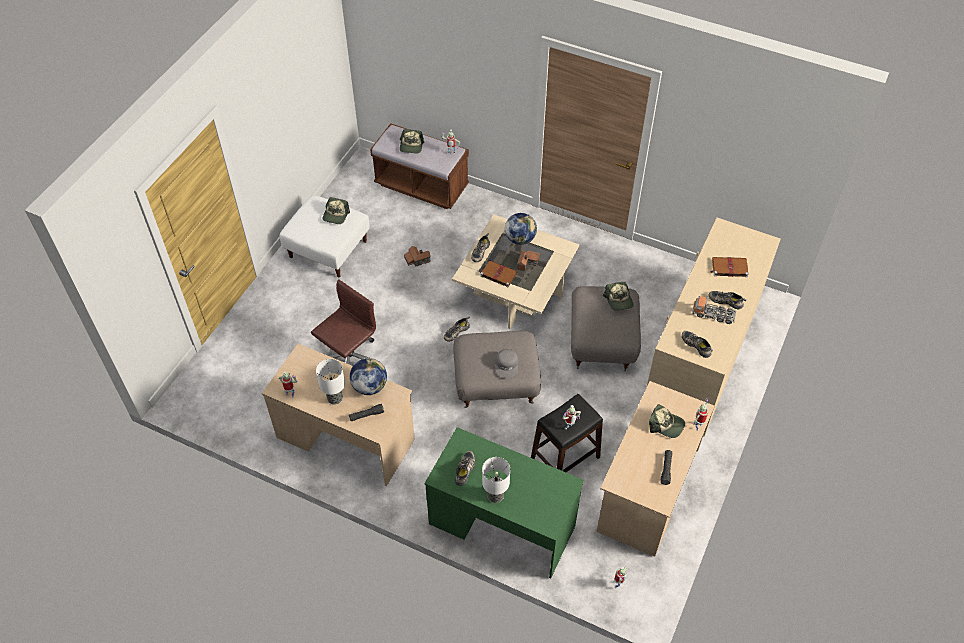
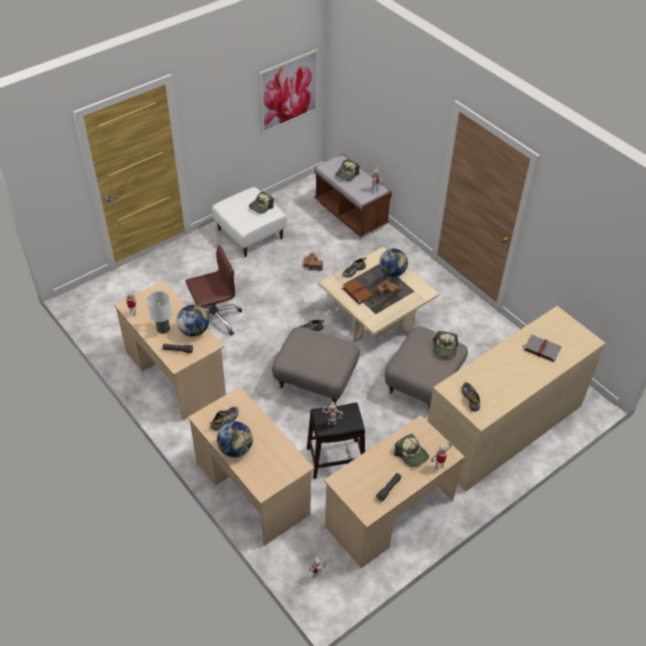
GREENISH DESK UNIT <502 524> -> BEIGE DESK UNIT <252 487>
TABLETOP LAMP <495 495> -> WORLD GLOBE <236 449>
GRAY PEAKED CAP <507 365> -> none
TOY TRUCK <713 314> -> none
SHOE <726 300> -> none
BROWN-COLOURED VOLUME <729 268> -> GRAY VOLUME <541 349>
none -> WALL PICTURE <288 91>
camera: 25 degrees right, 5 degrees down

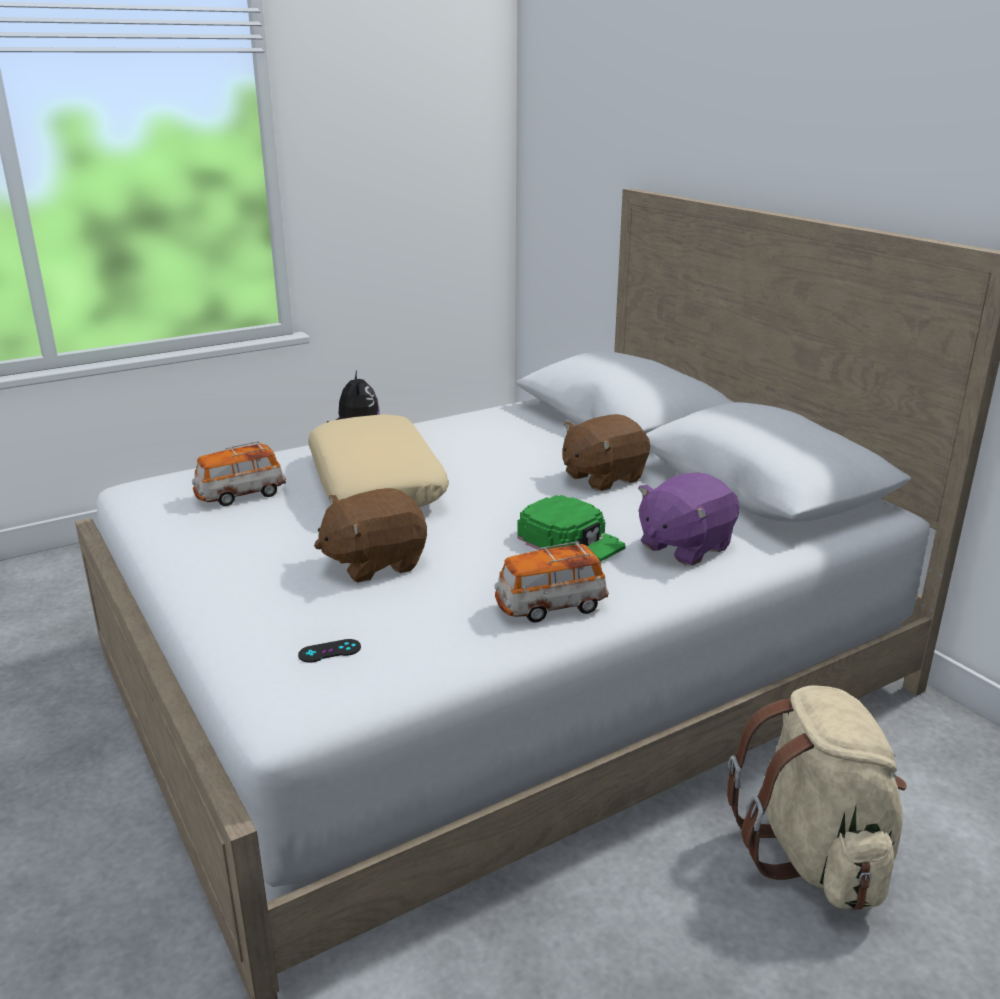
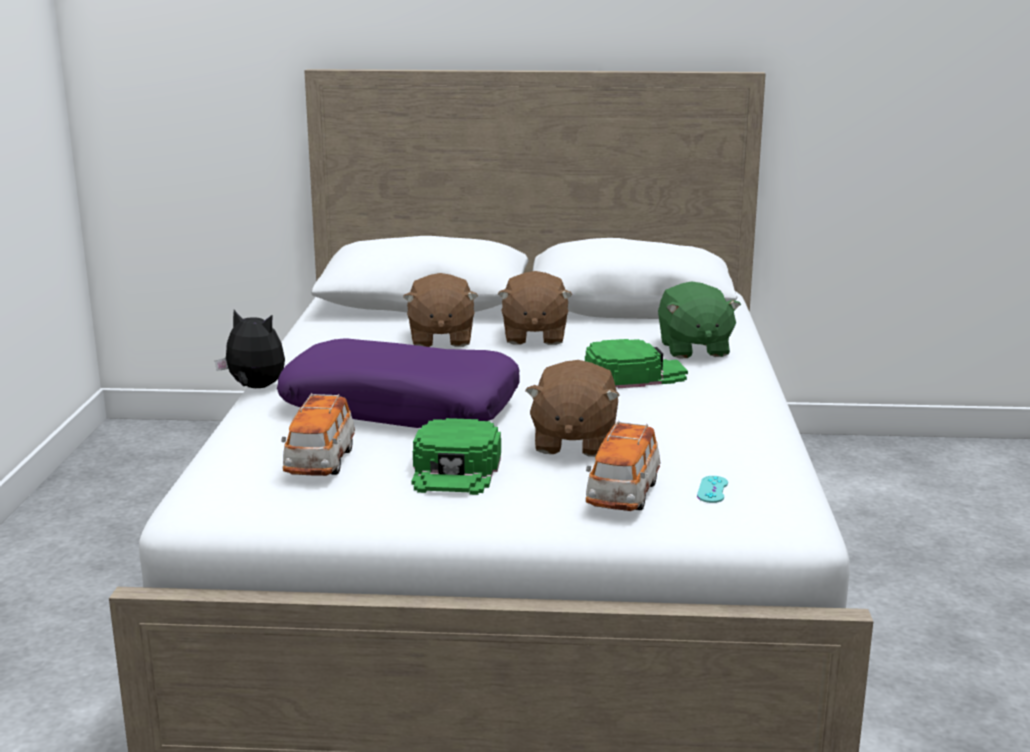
BLACKISH GAME CONTROLLER <329 651> -> TURQUOISE GAME CONTROLLER <712 489>
BEIGE PILLOW <377 484> -> PURPLE PILLOW <402 406>
MODEL CAR <550 607> -> MODEL CAR <623 496>, relocated
PURPLE PLUSH TOY <684 546> -> GREENISH PLUSH TOY <693 349>
BEIGE KNAPSACK <814 854> -> none
none -> BROWN-COLOURED PLUSH TOY <440 339>
none -> GREENISH PEAKED CAP <456 469>
camera: 55 degrees left, 5 degrees down

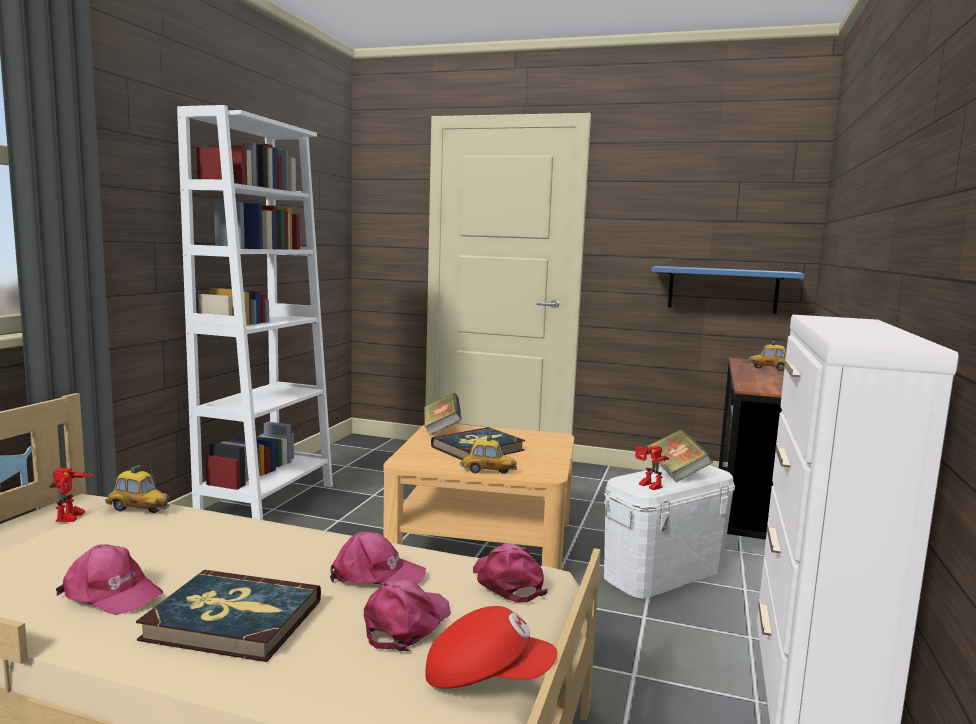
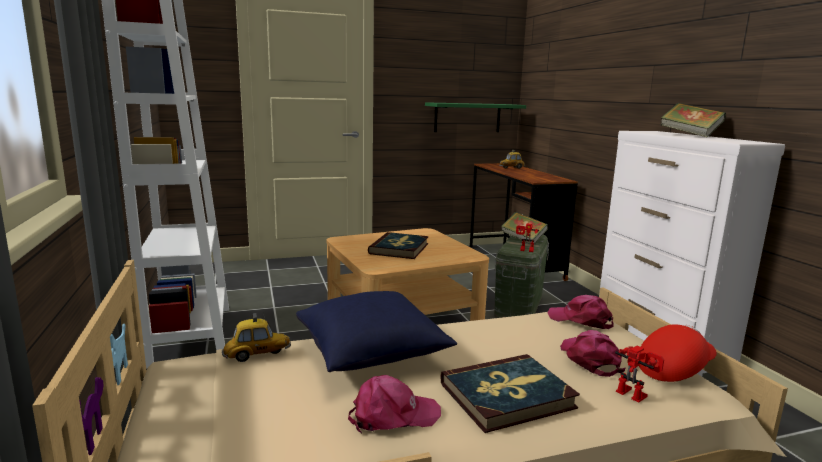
TOY ROBOT <73 518> -> TOY ROBOT <635 393>, relocated
PINKISH PEAKED CAP <376 575> -> none
VOLUME <441 429> -> VOLUME <689 135>, relocated
MODEL CAR <488 471> -> none
WHITE STORAGE BOX <663 573> -> GREENISH STORAGE BOX <519 305>
BLUISH WALL SHELF <722 289> -> GREENISH WALL SHELF <467 117>
none -> BLUISH PILLOW <372 353>
camera: 35 degrees left, 5 degrees up

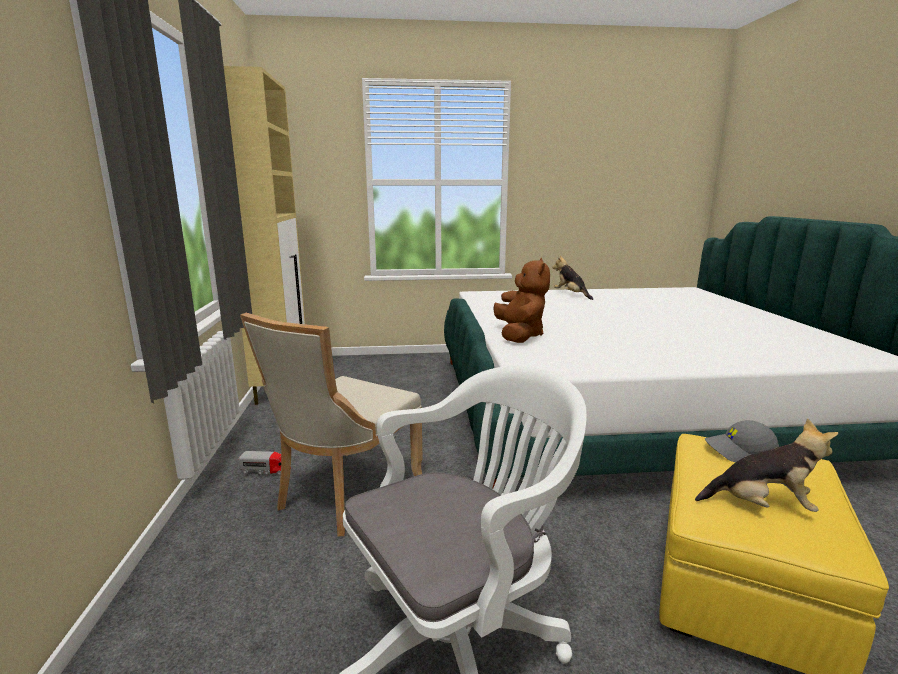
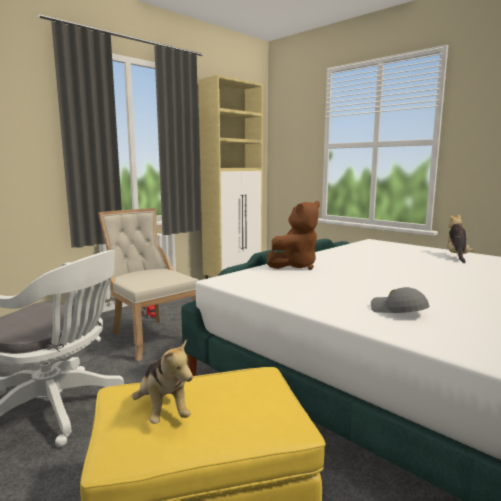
BEIGE UPRIGHT CHAIR <344 494> -> BEIGE UPRIGHT CHAIR <151 336>, 60 degrees clockwise
GRAY PEAKED CAP <739 450> -> GRAY PEAKED CAP <397 311>, relocated
camera: 50 degrees right, 5 degrees down

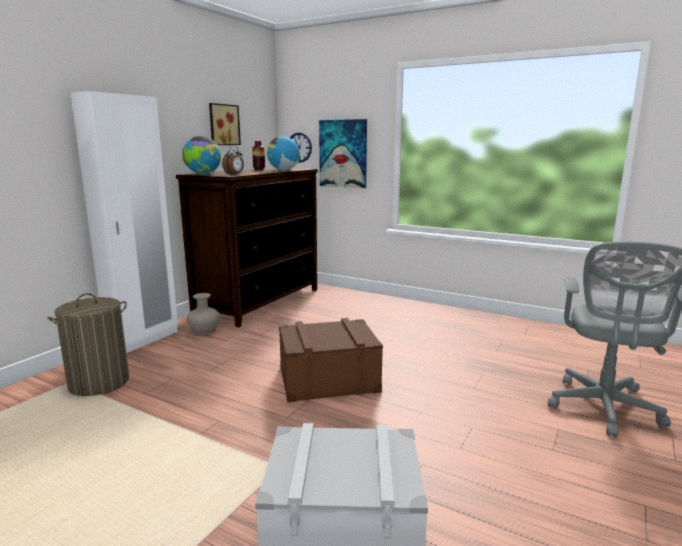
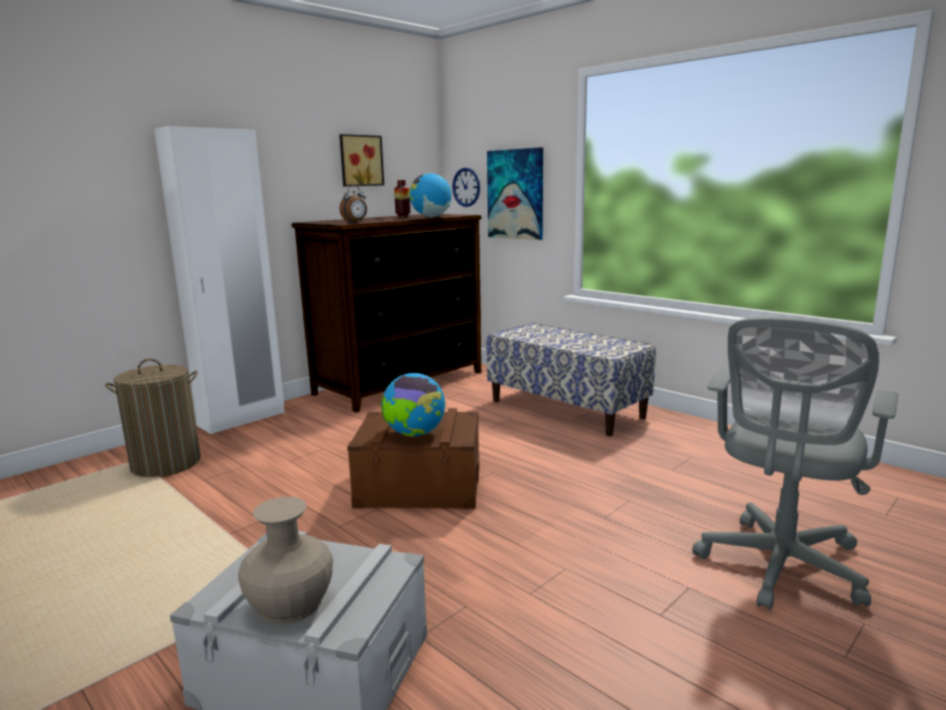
WORLD GLOBE <203 174> -> WORLD GLOBE <414 434>, relocated
BEIGE VASE <204 330> -> BEIGE VASE <290 603>, relocated
none -> BENCH <566 409>
camera: 15 degrees right, 0 degrees up

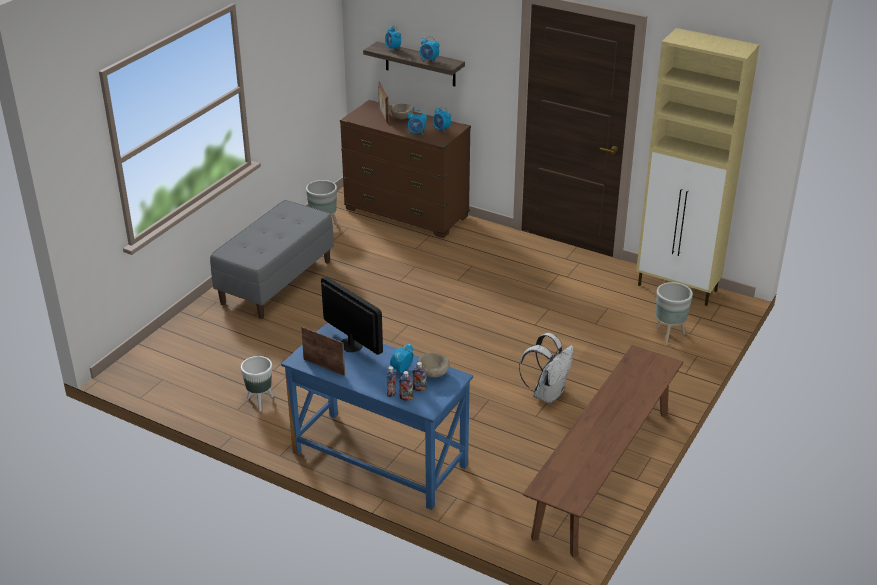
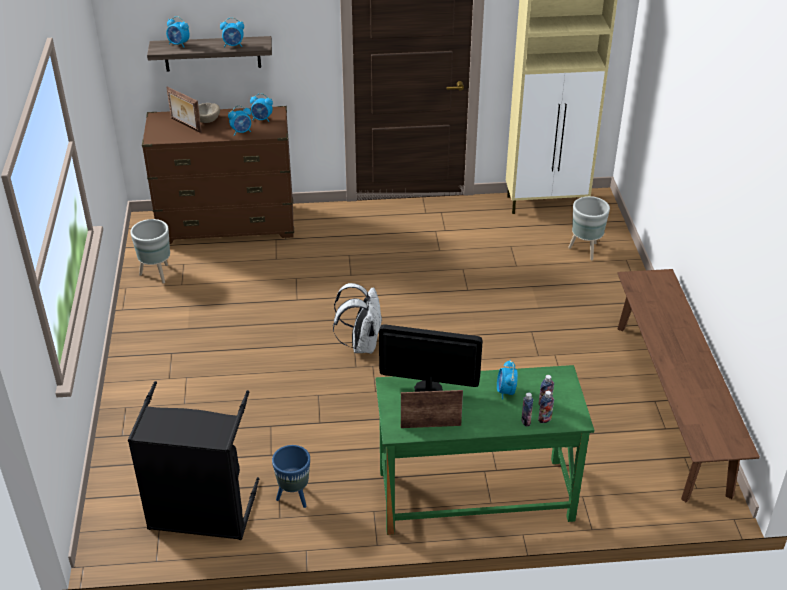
GRAY BENCH <276 281> -> none
WHITE PLANT POT <260 402> -> BLUISH PLANT POT <294 497>
BLUISH DESK UNIT <379 459> -> GREENISH DESK UNIT <475 496>
BEIGE DEEP DISH <433 374> -> none
WHITE KNAPSACK <547 393> -> WHITE KNAPSACK <361 344>, relocated
none -> BLACKISH HAMPER <201 514>
camera: 35 degrees left, 5 degrees up

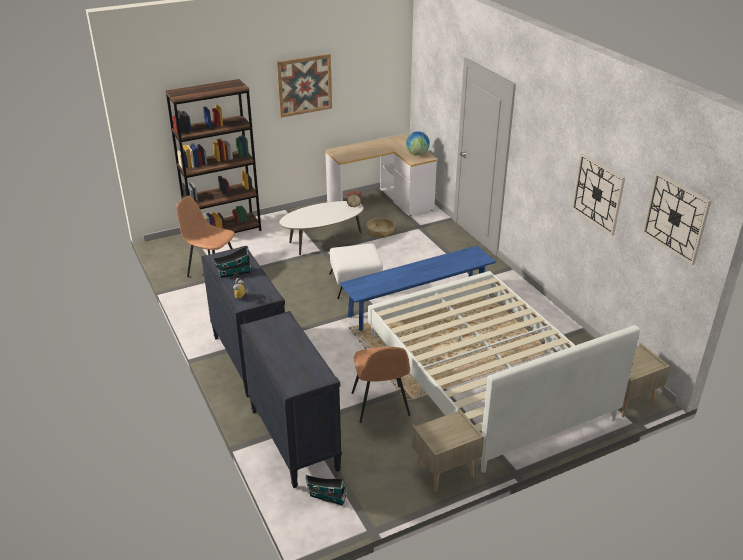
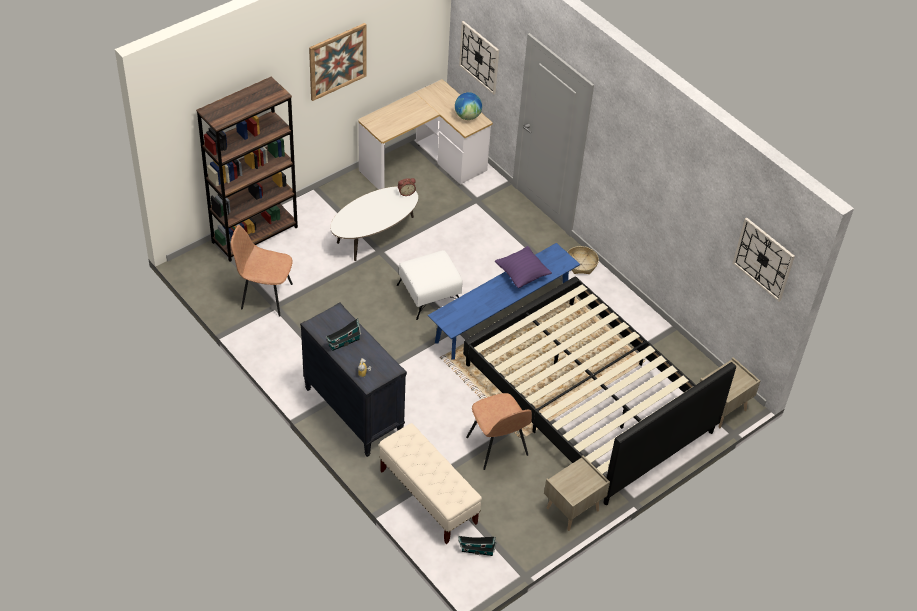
BLACKISH DRAWER CHEST <293 439> -> BEIGE BENCH <428 497>
BASKET <380 231> -> BASKET <581 264>, relocated
WHITE SLEEPING BED <484 375> -> BLACKISH SLEEPING BED <587 399>
WALL CLOCK <598 193> -> WALL CLOCK <479 57>, relocated
none -> PURPLE PILLOW <522 275>
camera: 15 degrees left, 15 degrees up

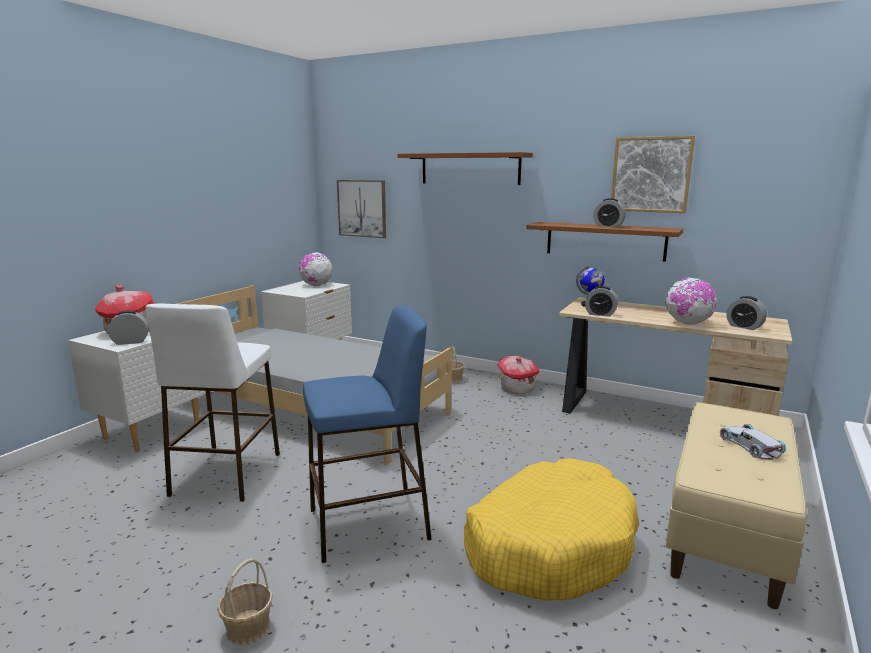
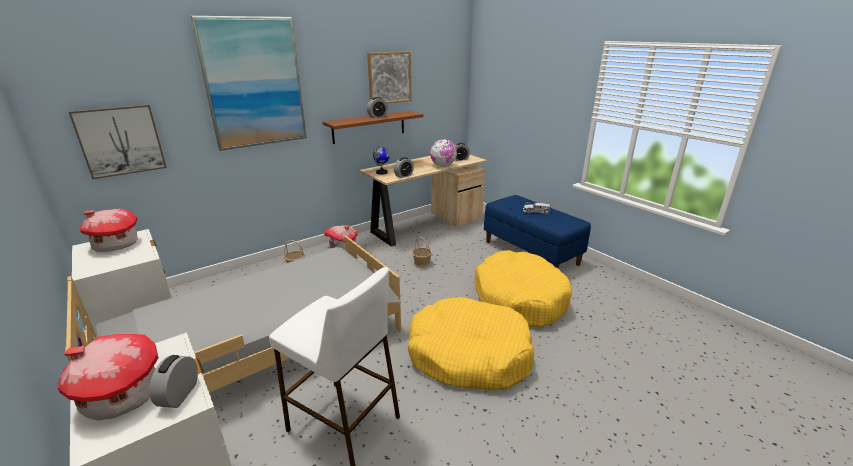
BASKET <247 628> -> BASKET <422 263>, relocated
WORLD GLOBE <316 285> -> TOY HOUSE <115 245>
BLUISH SITTING STOOL <369 524> -> YELLOW-COLOURED DOG CUSHION <469 355>
BROWN-COLOURED WALL SHELF <470 168> -> WALL PICTURE <254 83>
BEIGE BENCH <727 532> -> BLUISH BENCH <531 252>
camera: 65 degrees left, 10 degrees up

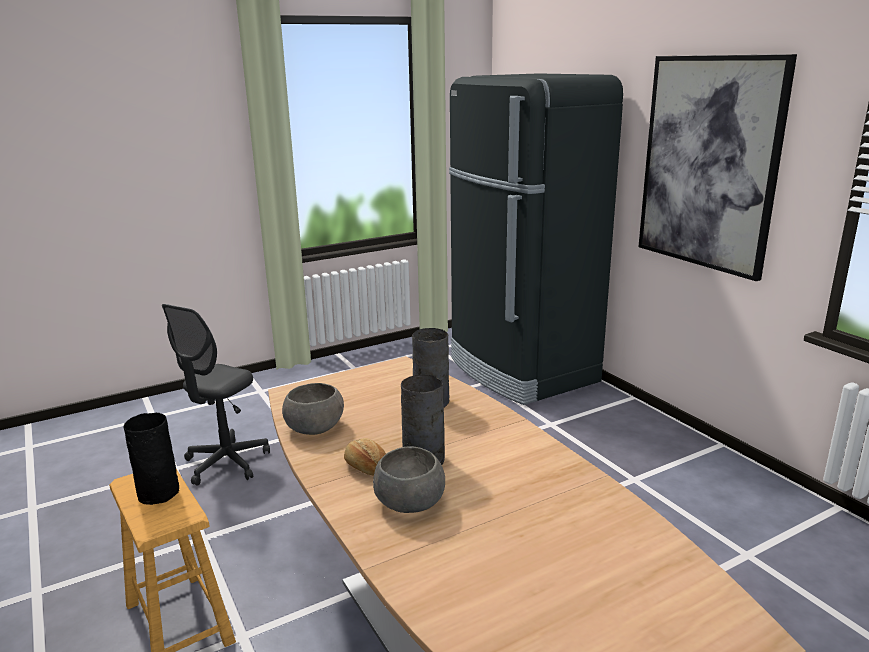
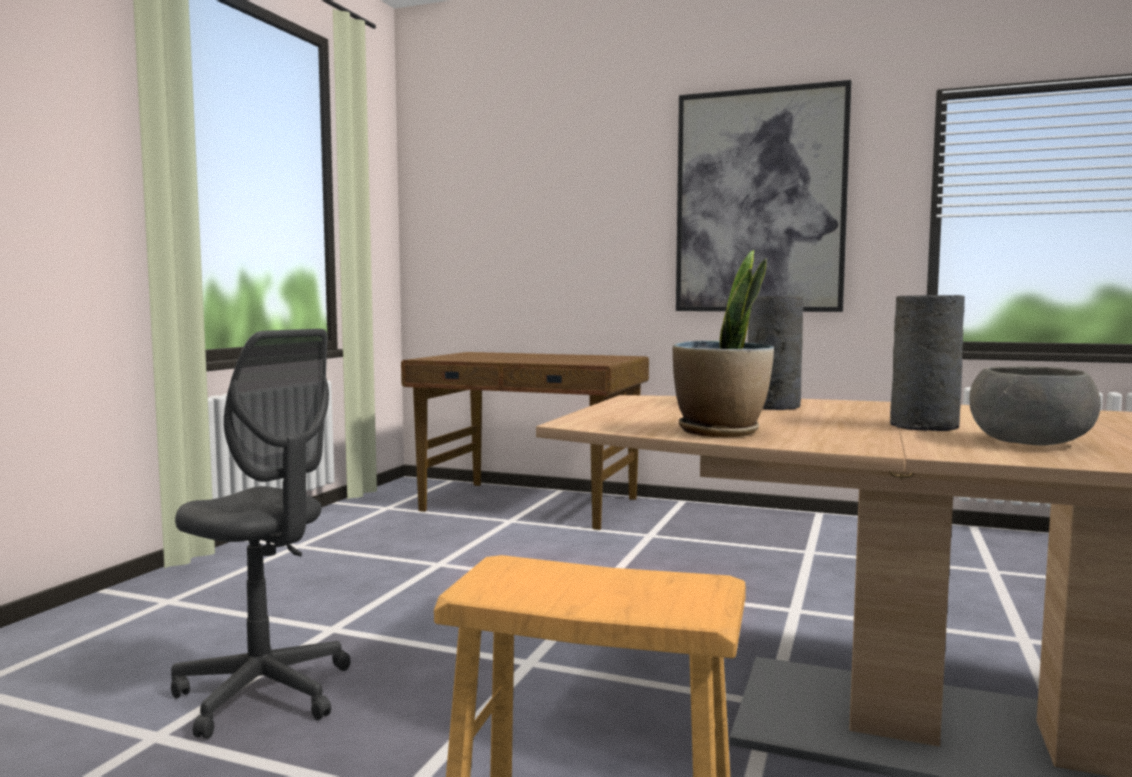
BLACKISH VASE <160 493> -> none
GRAY COMPUTER CHAIR <226 463> -> GRAY COMPUTER CHAIR <264 694>, 45 degrees counterclockwise
GRAY DEEP DISH <314 427> -> PLANT IN A POT <721 431>
BREAD <366 468> -> none
BLACKISH KITCHEN FRIDGE <521 371> -> BROWN-COLOURED DESK UNIT <531 505>
camera: 40 degrees left, 15 degrees down

